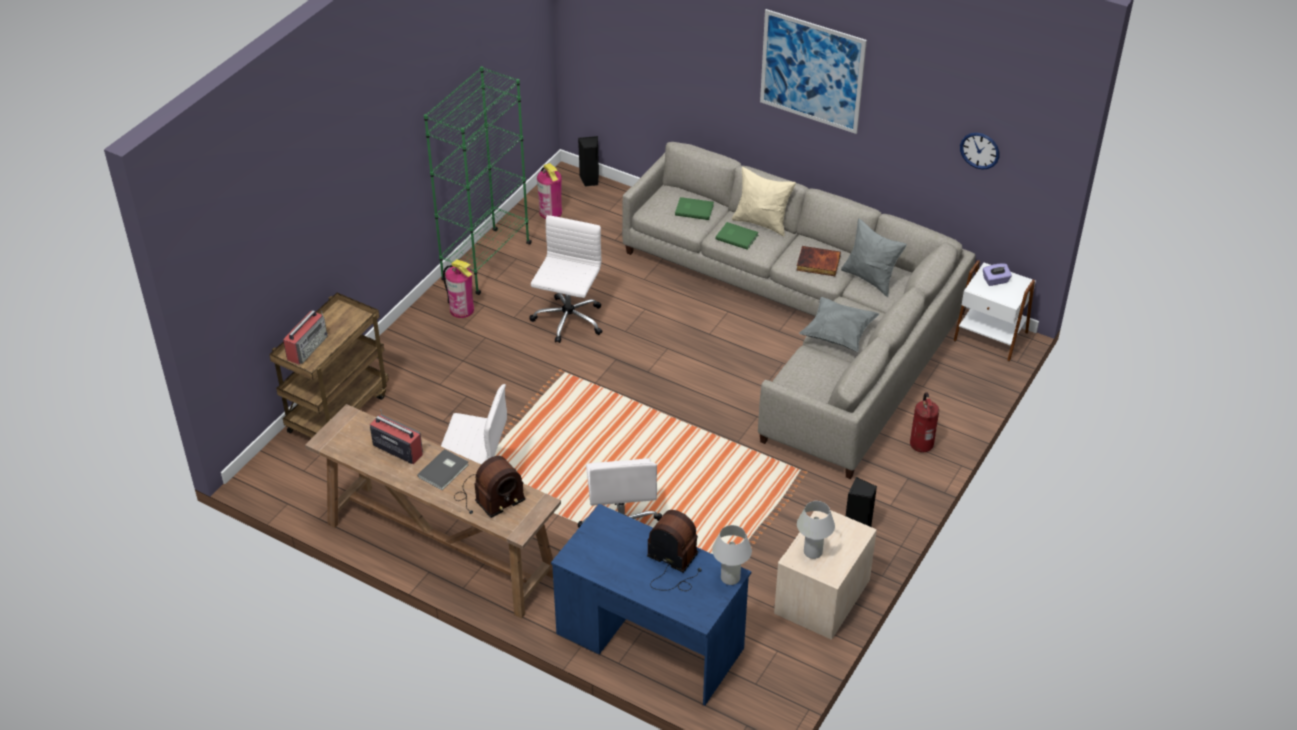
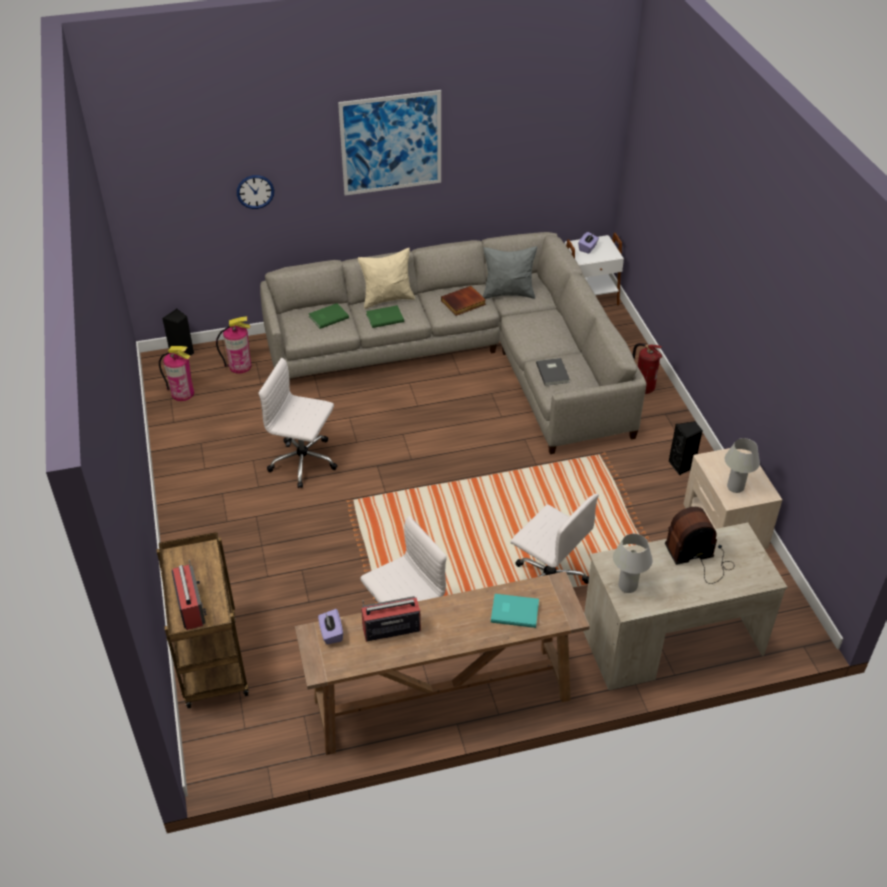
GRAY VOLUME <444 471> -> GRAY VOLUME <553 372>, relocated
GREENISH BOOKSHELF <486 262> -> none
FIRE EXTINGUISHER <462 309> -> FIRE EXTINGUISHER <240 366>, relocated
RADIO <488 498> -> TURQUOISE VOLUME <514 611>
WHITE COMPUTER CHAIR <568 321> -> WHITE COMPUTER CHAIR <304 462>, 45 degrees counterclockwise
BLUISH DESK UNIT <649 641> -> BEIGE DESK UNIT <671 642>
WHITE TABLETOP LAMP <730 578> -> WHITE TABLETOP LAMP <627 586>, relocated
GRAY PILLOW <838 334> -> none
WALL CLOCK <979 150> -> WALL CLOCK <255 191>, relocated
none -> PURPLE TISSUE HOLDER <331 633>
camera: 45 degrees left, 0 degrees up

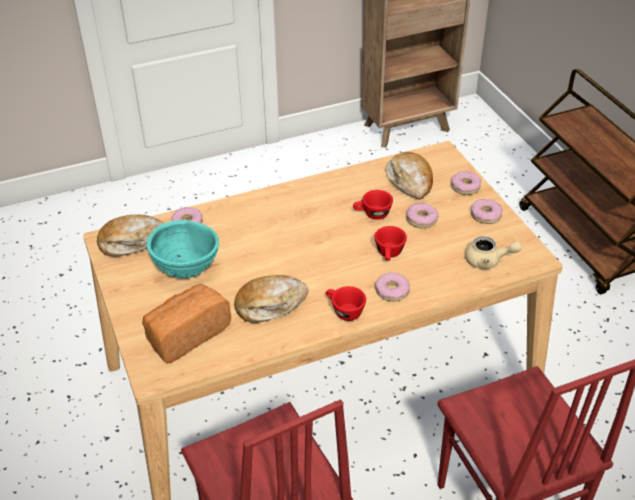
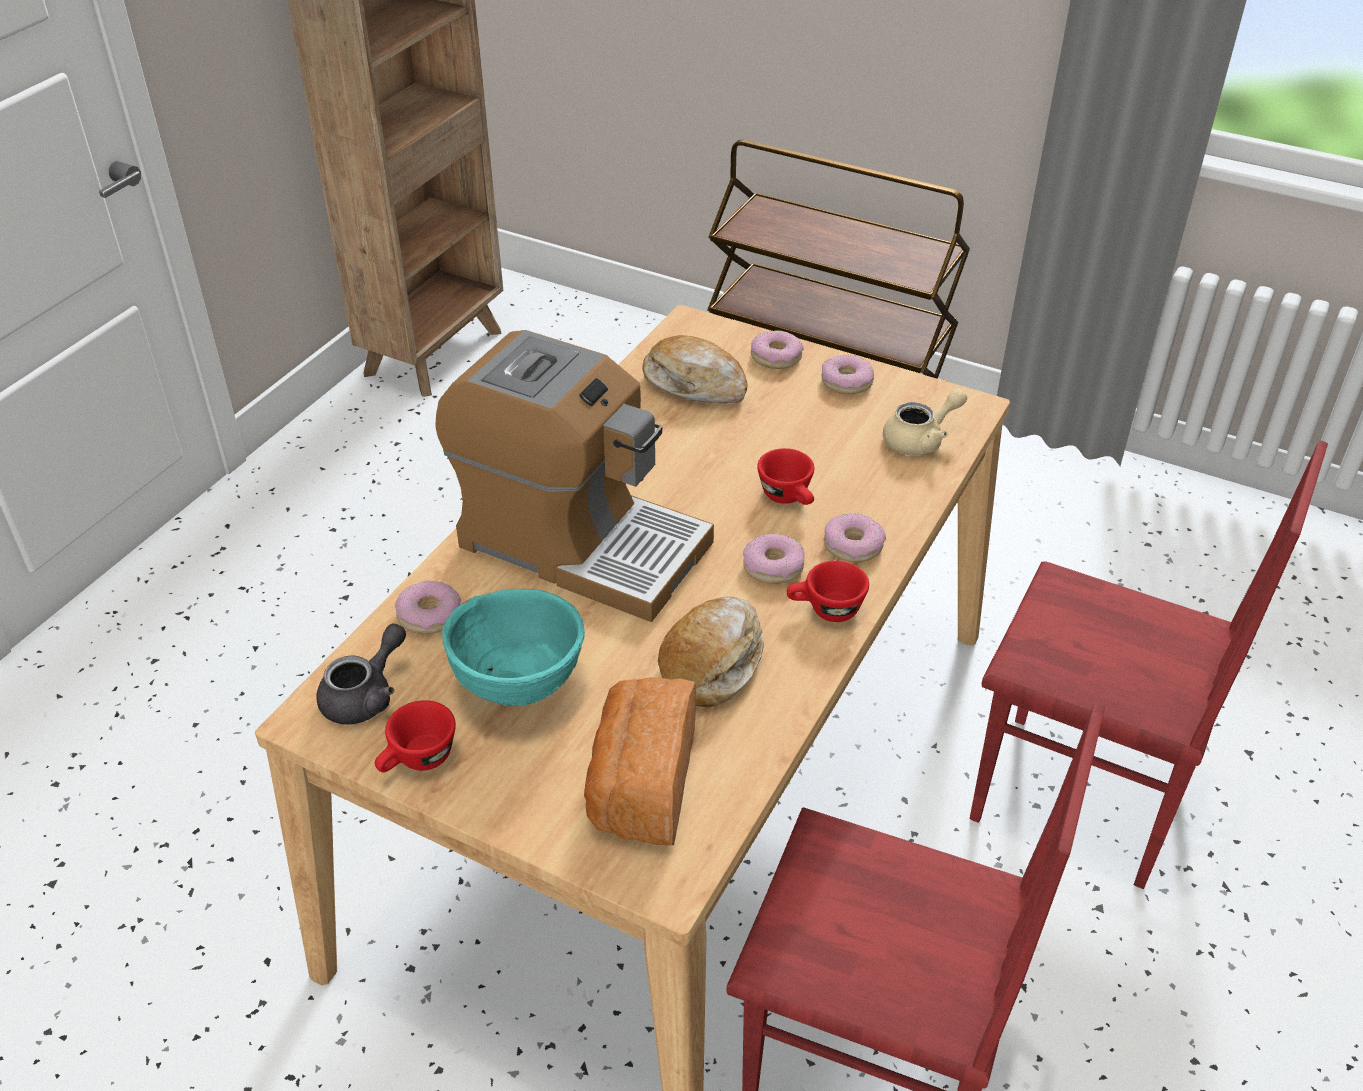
BREAD <132 242> -> GRAY TEA POT <366 695>
RED-COLOURED DRINKING CUP <372 214> -> RED-COLOURED DRINKING CUP <418 761>, relocated
DOUGHNUT <421 220> -> DOUGHNUT <773 566>, relocated
none -> COFFEE MACHINE <580 543>
camera: 40 degrees left, 0 degrees up

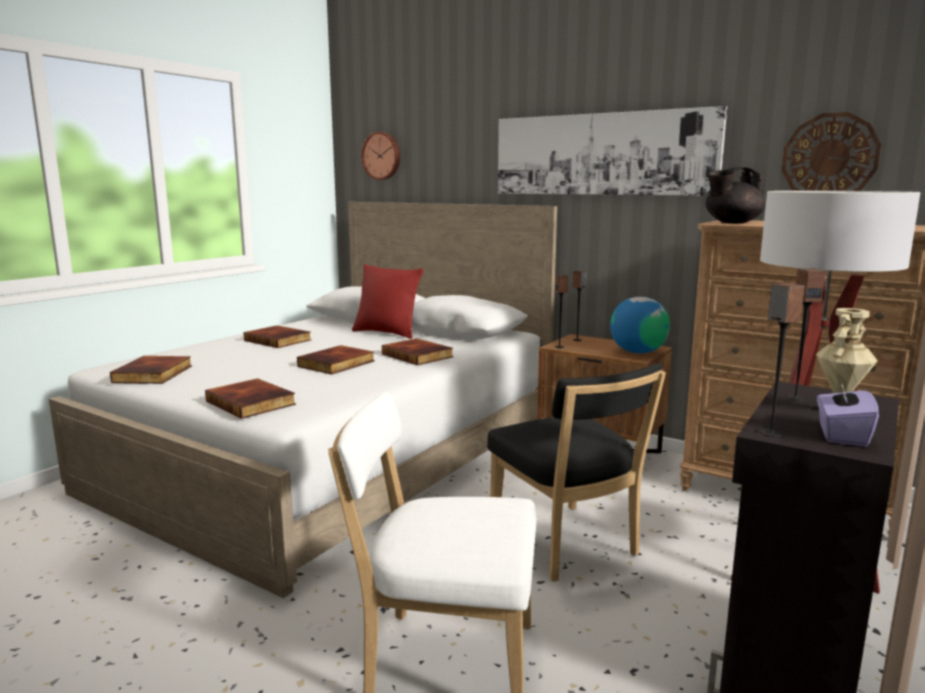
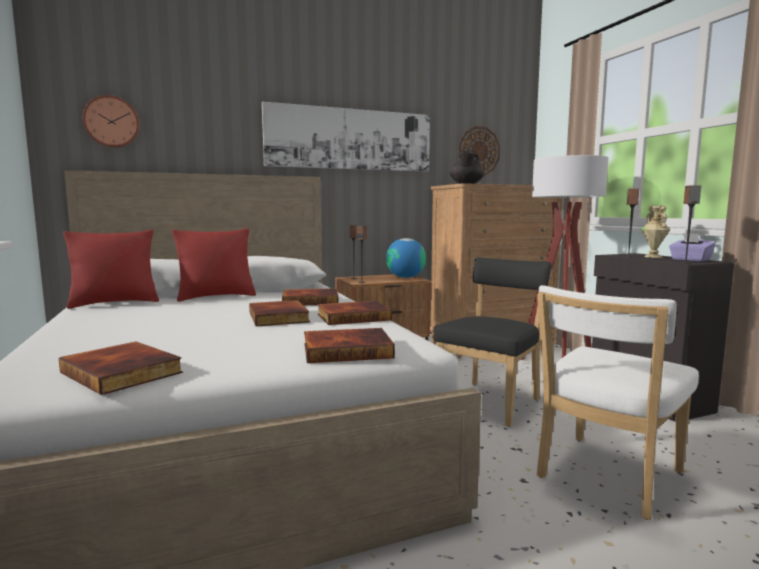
VOLUME <279 340> -> VOLUME <353 316>, relocated
BLACKISH UPRIGHT CHAIR <567 545> -> BLACKISH UPRIGHT CHAIR <491 401>, 60 degrees counterclockwise
none -> RED-COLOURED PILLOW <115 303>
camera: 55 degrees left, 5 degrees down

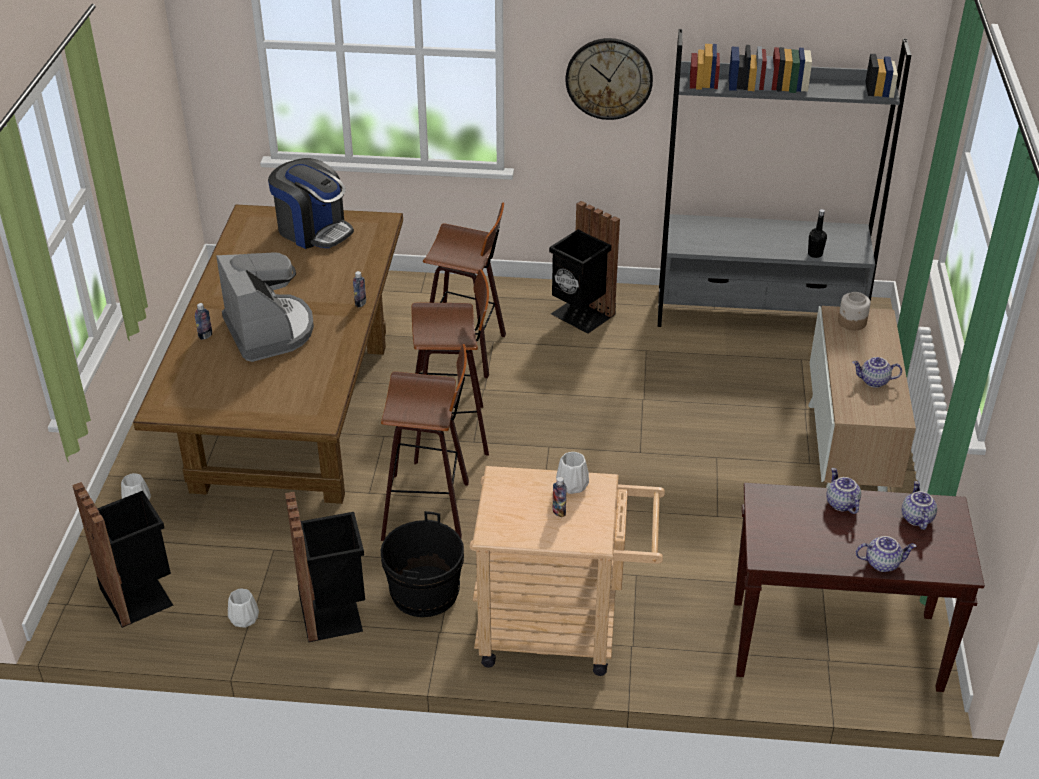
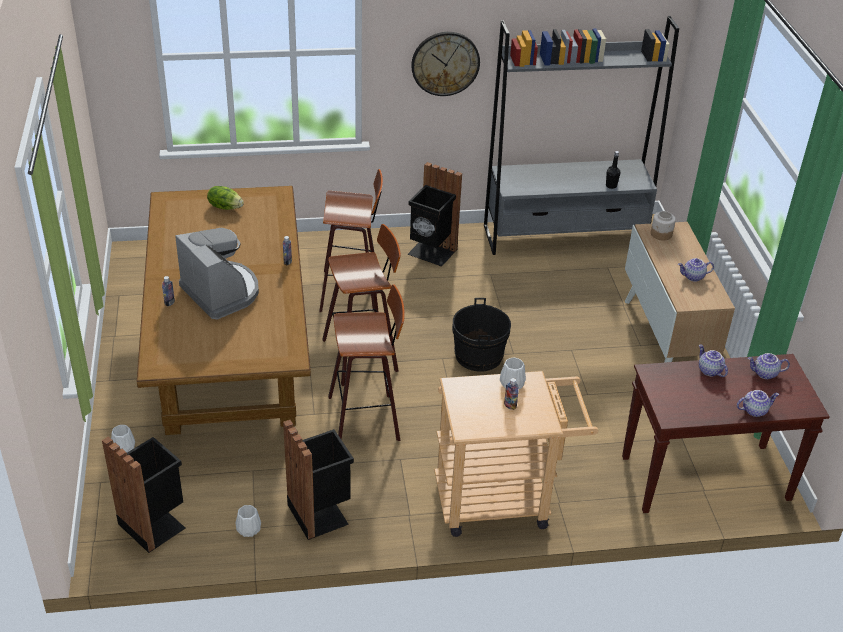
COFFEE MACHINE <313 230> -> HEAD OF LETTUCE <225 207>
BLACKISH WATER BUCKET <425 592> -> BLACKISH WATER BUCKET <478 356>, relocated
TEA POT <915 518> -> TEA POT <765 374>, 75 degrees counterclockwise
camera: 15 degrees left, 0 degrees up

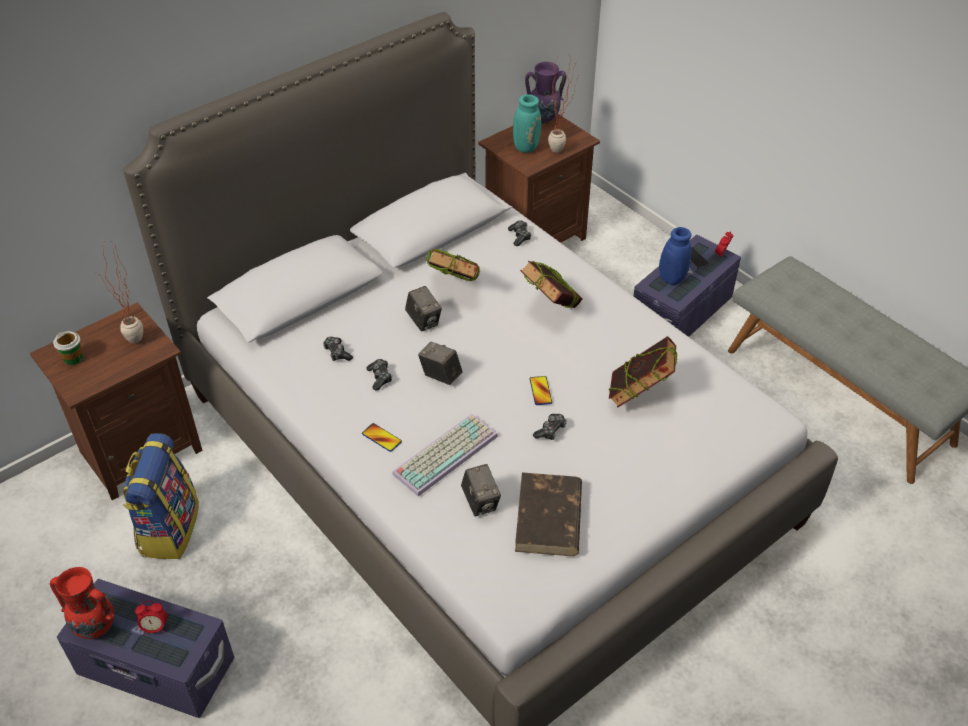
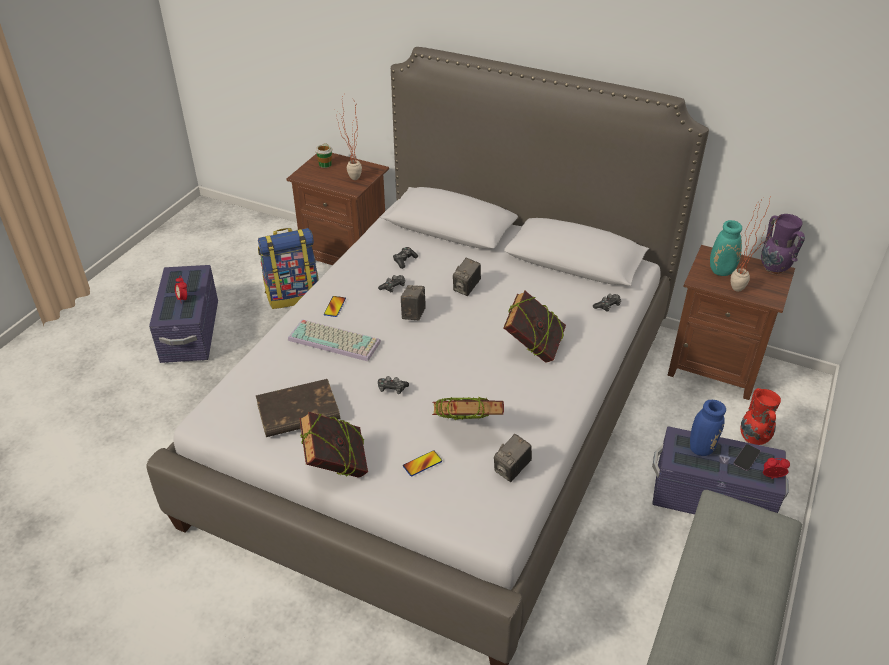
RED-COLOURED VASE <95 626> -> RED-COLOURED VASE <753 439>, relocated
VOLUME <454 289> -> VOLUME <336 468>, relocated
PHOTO CAMERA <480 502> -> PHOTO CAMERA <512 470>, relocated
HANDSET <540 391> -> HANDSET <422 464>, relocated
camera: 65 degrees right, 5 degrees down

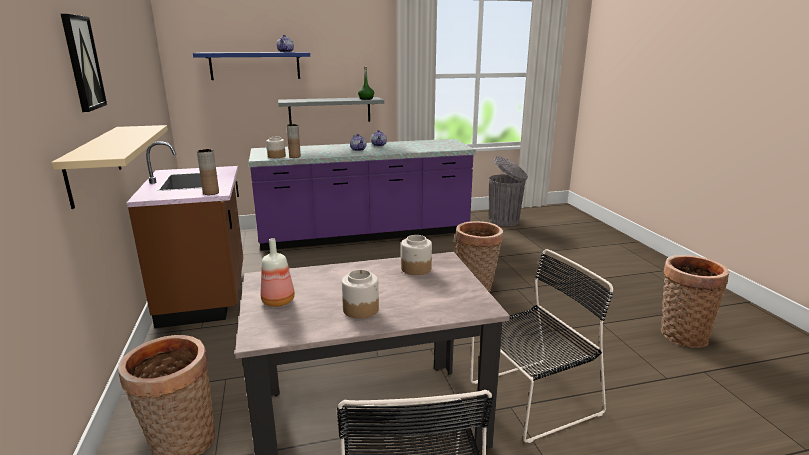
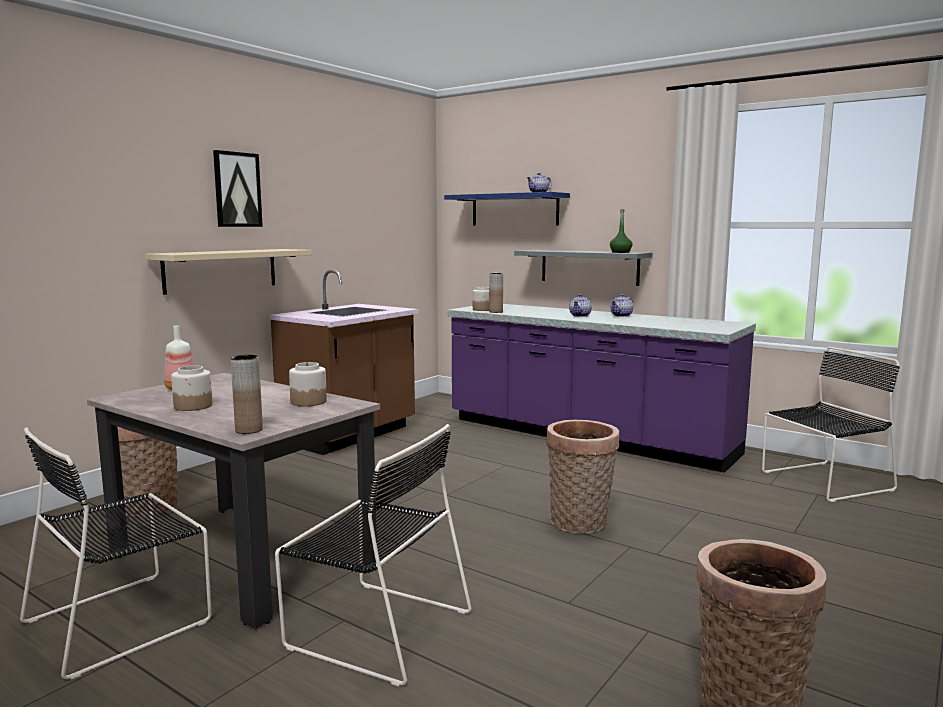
BROWN-COLOURED VASE <211 193> -> BROWN-COLOURED VASE <249 430>, relocated
GRAY RUBBISH BIN <505 221> -> BLACKISH UPRIGHT CHAIR <823 481>
camera: 50 degrees right, 10 degrees down

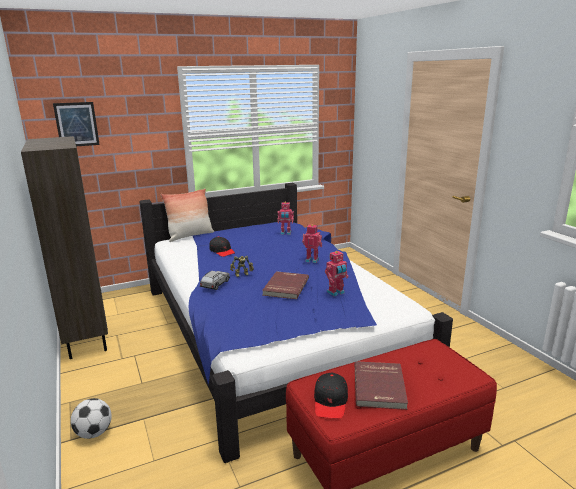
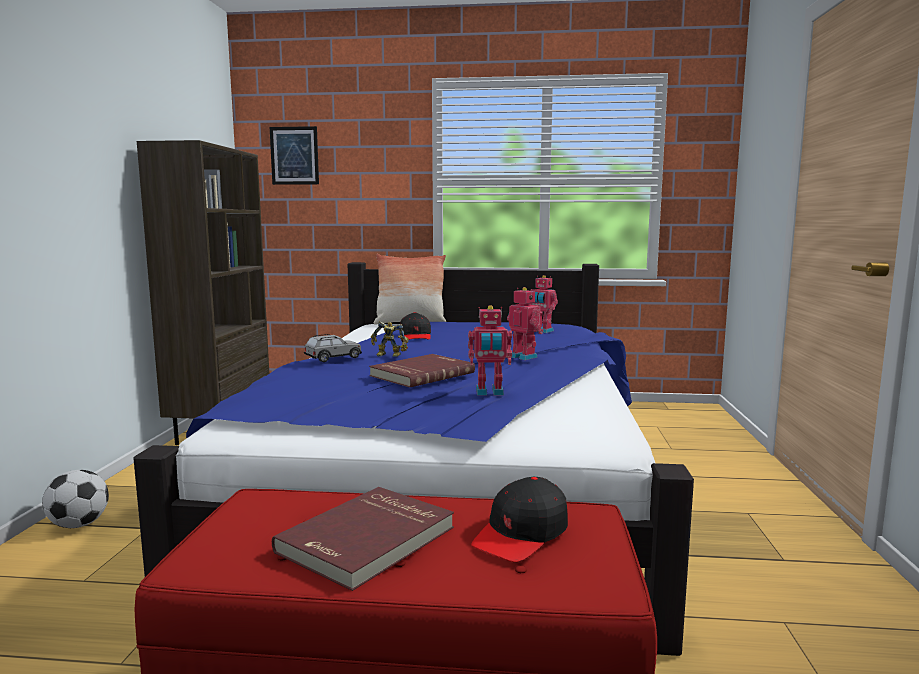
BLACKISH PEAKED CAP <330 401> -> BLACKISH PEAKED CAP <521 534>, relocated
camera: 30 degrees right, 10 degrees down

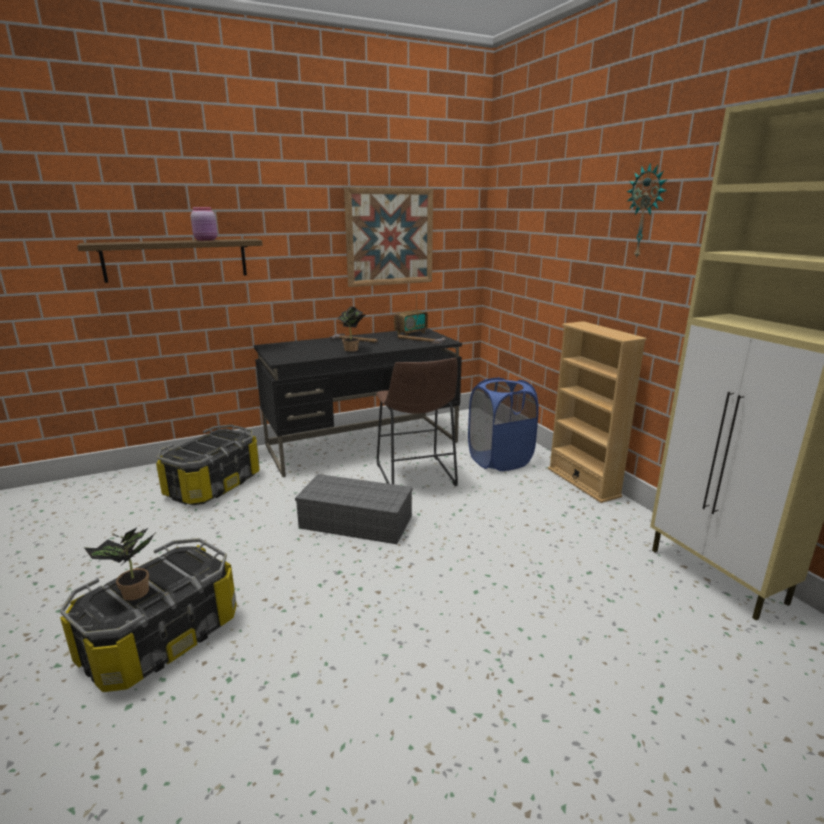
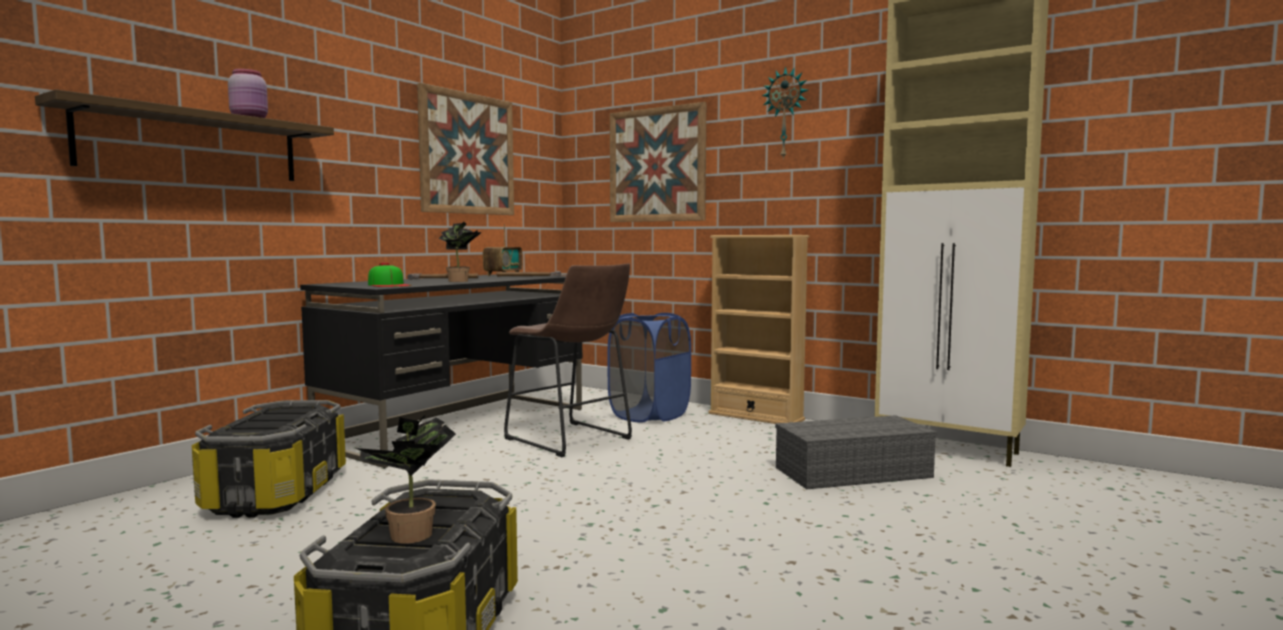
GRAY STORAGE BOX <358 522> -> GRAY STORAGE BOX <854 472>, relocated
none -> PEAKED CAP <389 285>
none -> WALL PICTURE <657 165>
camera: 30 degrees left, 15 degrees down

